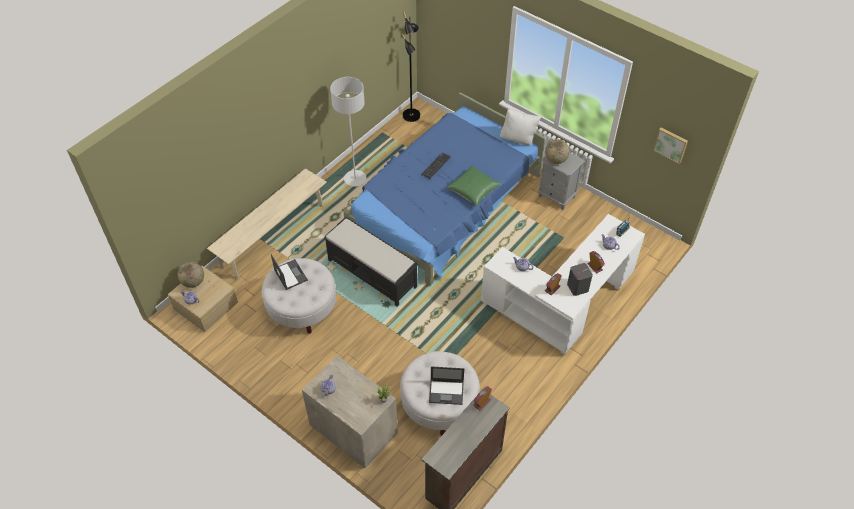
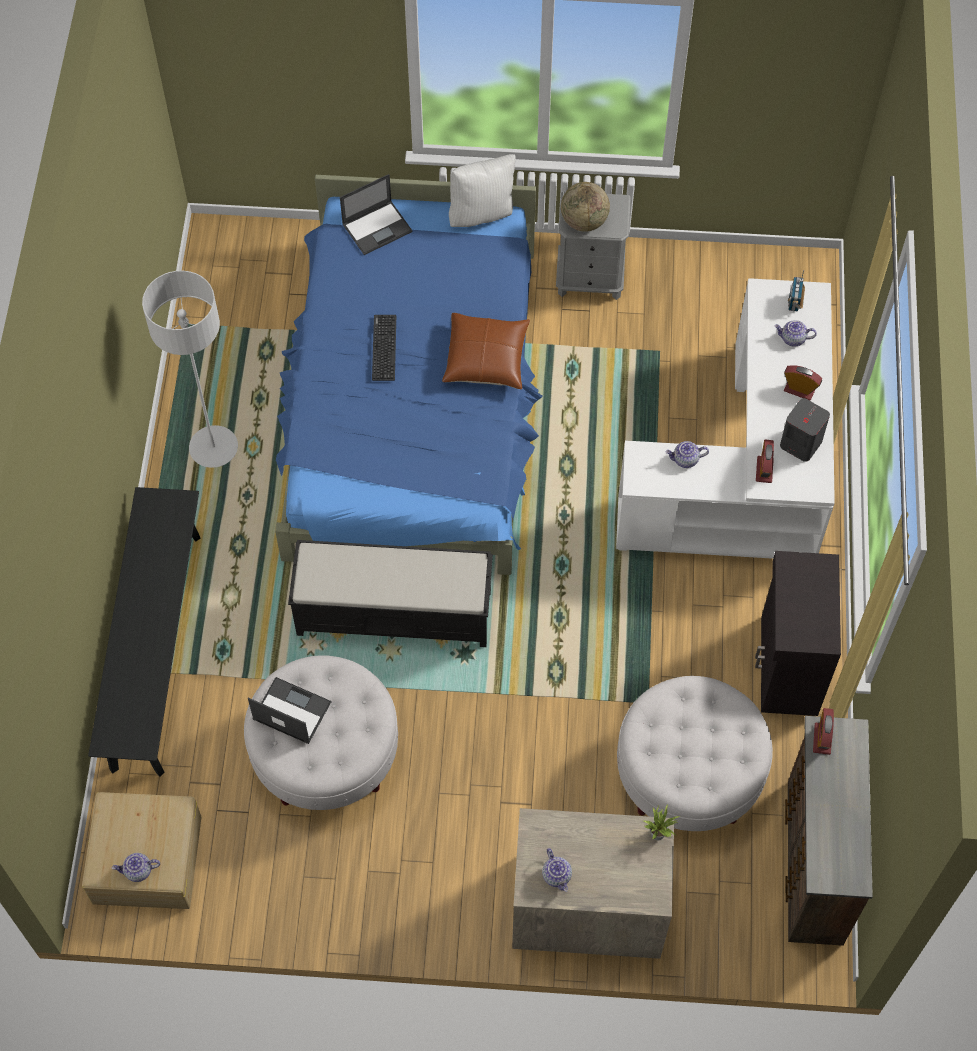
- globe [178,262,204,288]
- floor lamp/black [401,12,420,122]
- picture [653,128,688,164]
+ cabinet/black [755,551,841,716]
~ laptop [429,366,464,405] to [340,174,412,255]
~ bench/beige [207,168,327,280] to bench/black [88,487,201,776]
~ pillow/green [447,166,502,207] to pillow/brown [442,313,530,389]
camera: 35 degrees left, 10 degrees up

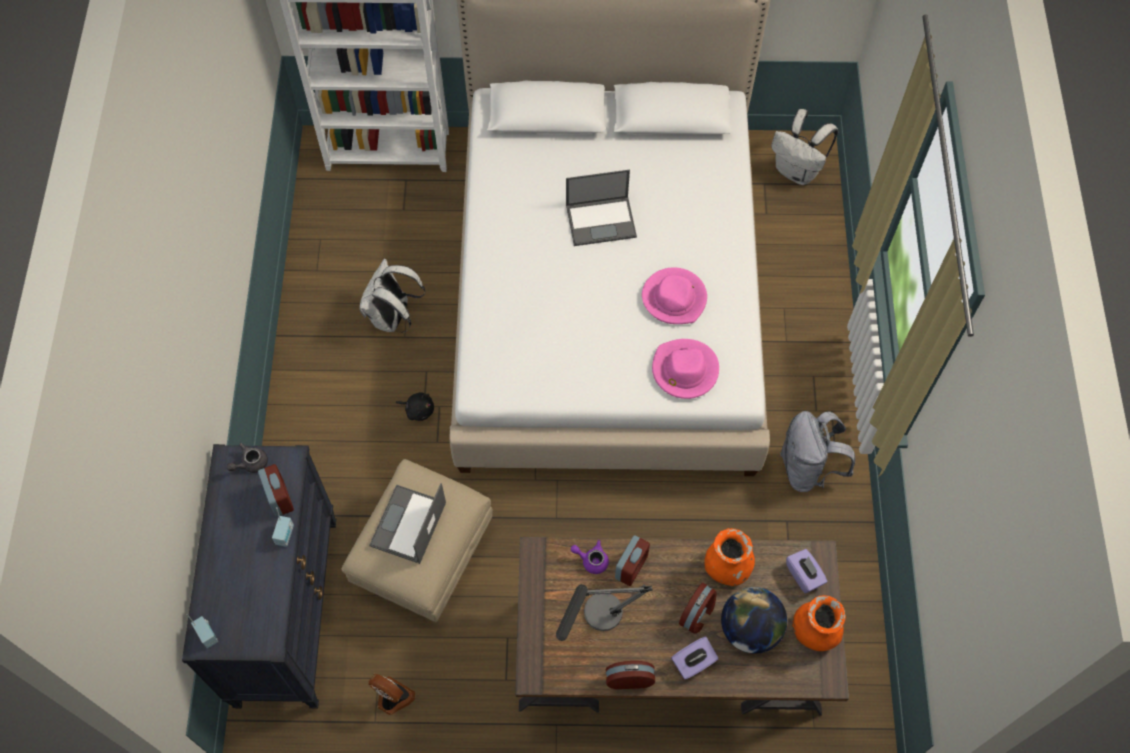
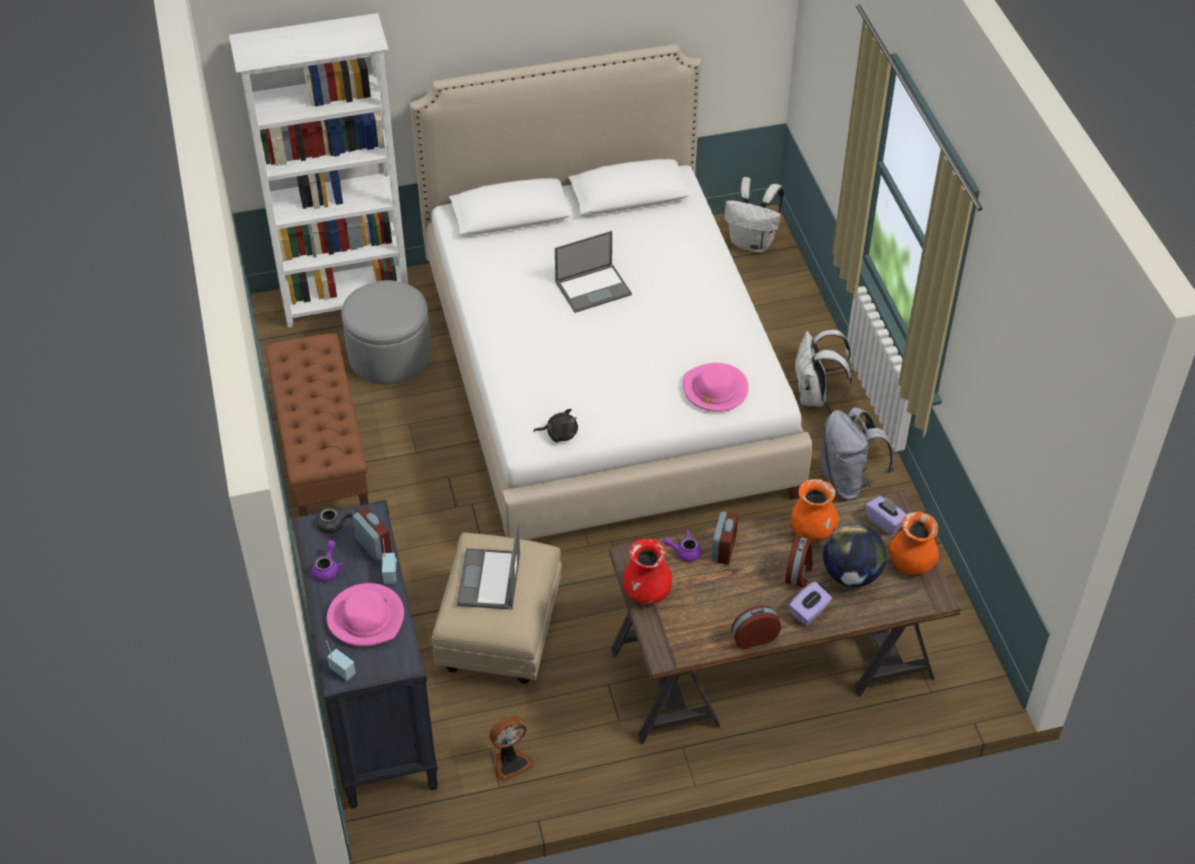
- table lamp [556,584,653,641]
+ bench/brown [265,333,369,516]
+ teapot/purple [312,540,344,582]
+ ottoman/grey [342,280,431,384]
+ vase/red [623,538,672,604]
~ backpack/white [360,259,426,332] to [794,329,852,407]
~ plush toy/black [395,392,434,421] to [534,409,578,442]
~ hat/pink [642,268,707,324] to [327,583,404,646]
~ teapot/grey [227,443,268,473] = [317,508,356,533] 135 degrees counterclockwise
~ fan [368,673,415,715] = [489,716,534,782] 135 degrees clockwise
camera: 15 degrees left, 15 degrees down

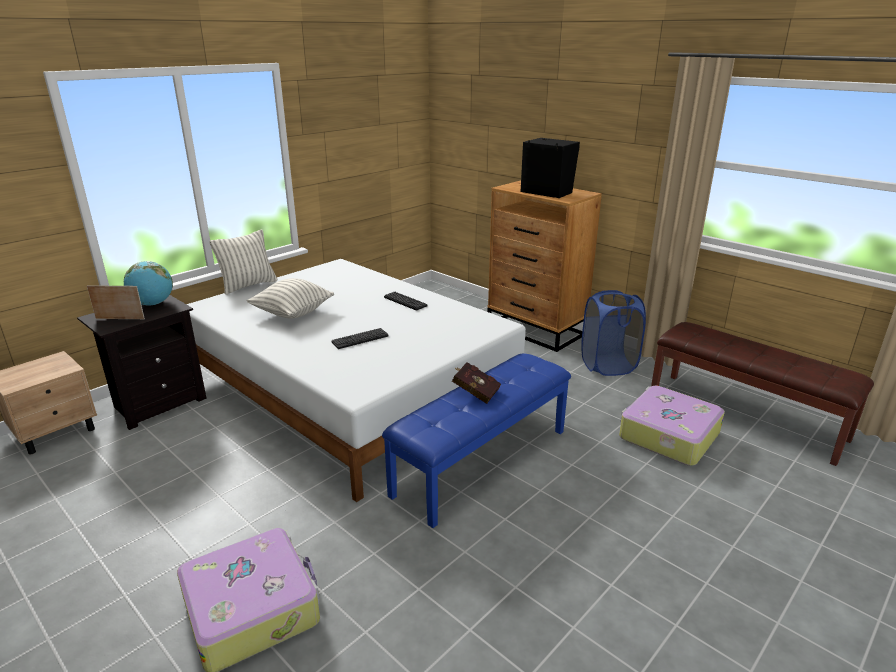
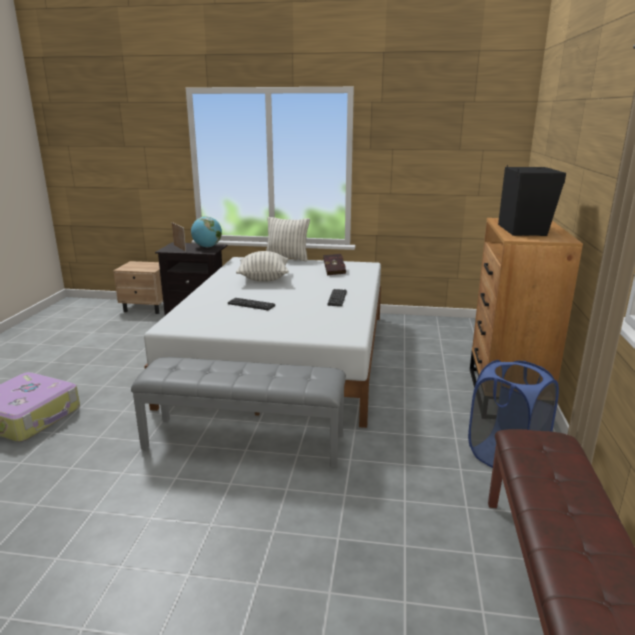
- suitcase [619,386,725,466]
~ book/red [452,362,501,404] to [323,254,346,275]
~ bench/blue [382,354,571,528] to bench/grey [131,357,346,467]
camera: 55 degrees right, 5 degrees down

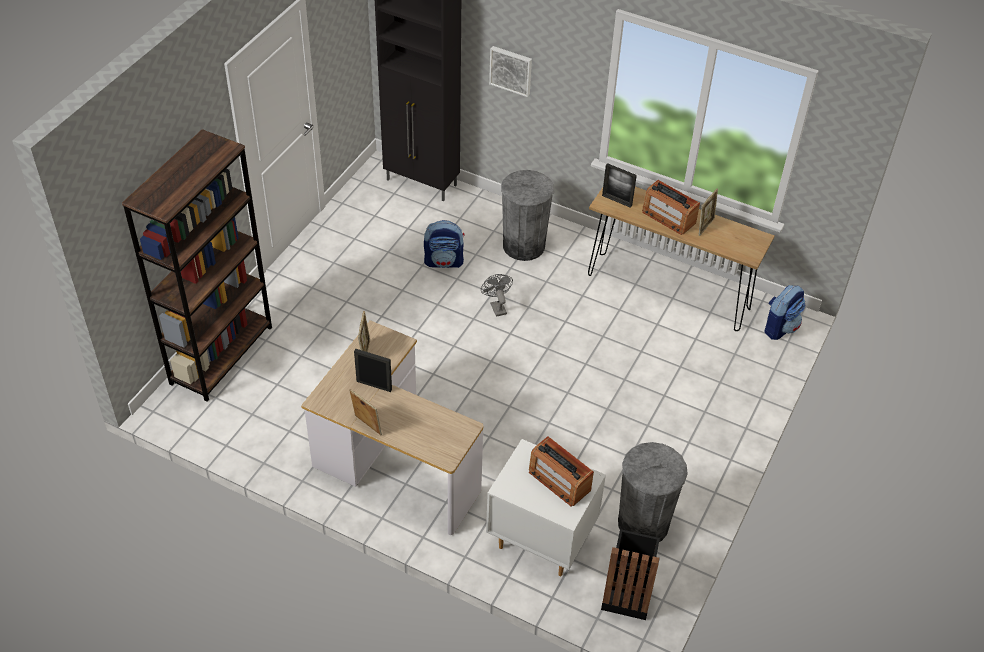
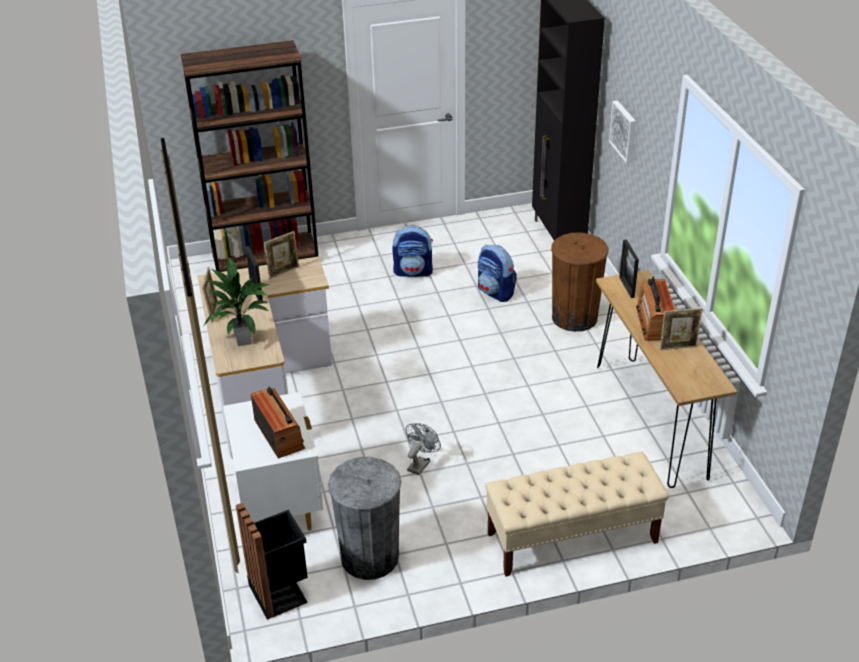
+ potted plant [203,257,270,346]
+ bench/beige [485,451,669,577]
~ fan/grey [481,274,513,317] to [405,424,441,475]
~ backpack [764,285,805,340] to [392,225,433,277]
~ trash can/grey [501,170,554,261] to trash can/brown [551,232,608,332]
~ radio [529,436,594,506] = [251,386,305,459] 150 degrees clockwise
camera: 50 degrees right, 10 degrees down

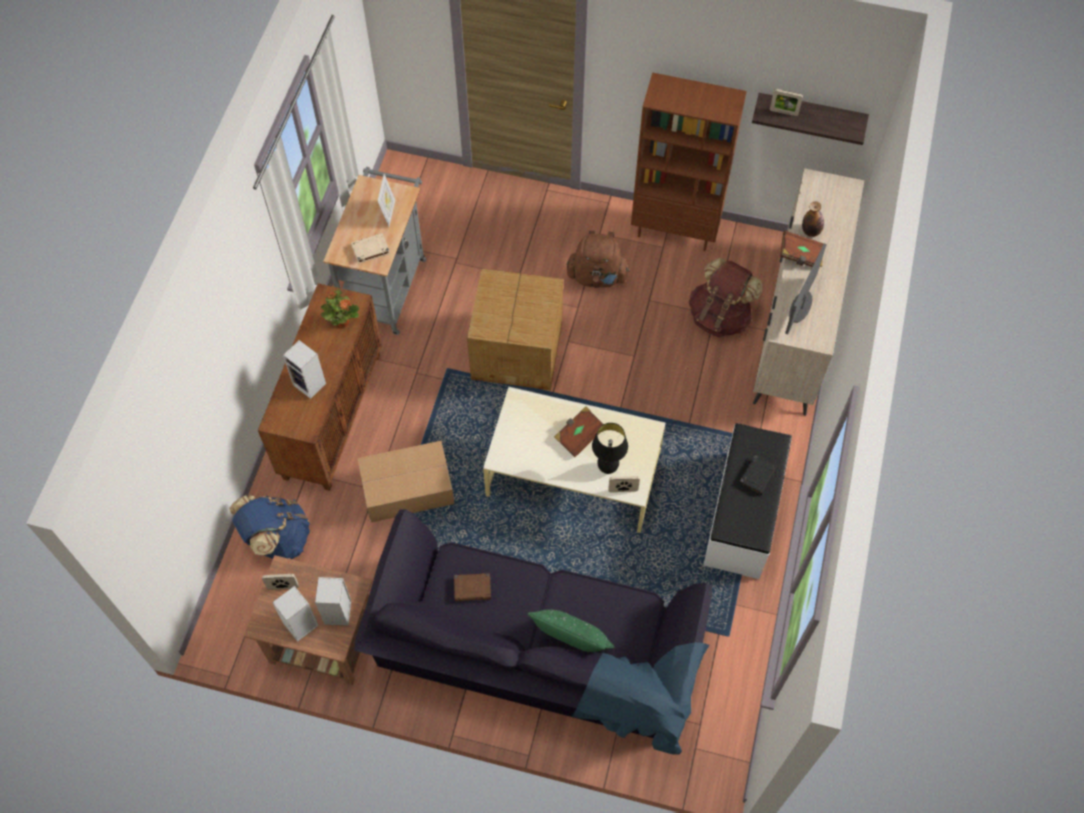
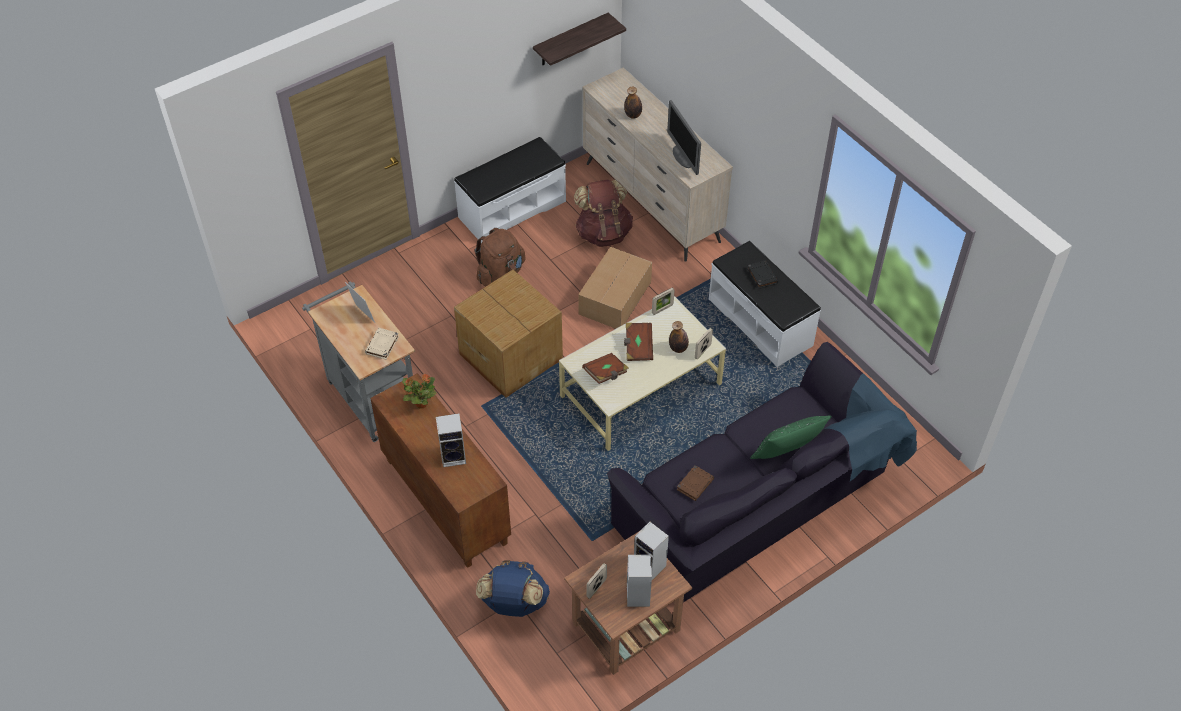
~ cardboard box [357,441,454,522] to [578,247,652,329]
~ picture frame [770,89,803,116] to [652,288,675,315]
~ book/brown [780,231,824,267] to [582,353,629,384]
~ table lamp/black [592,423,628,474] to bottle [669,321,689,353]
~ bookcase/brown [631,72,747,251] to bench/white [454,137,566,243]
camera: 50 degrees left, 10 degrees down

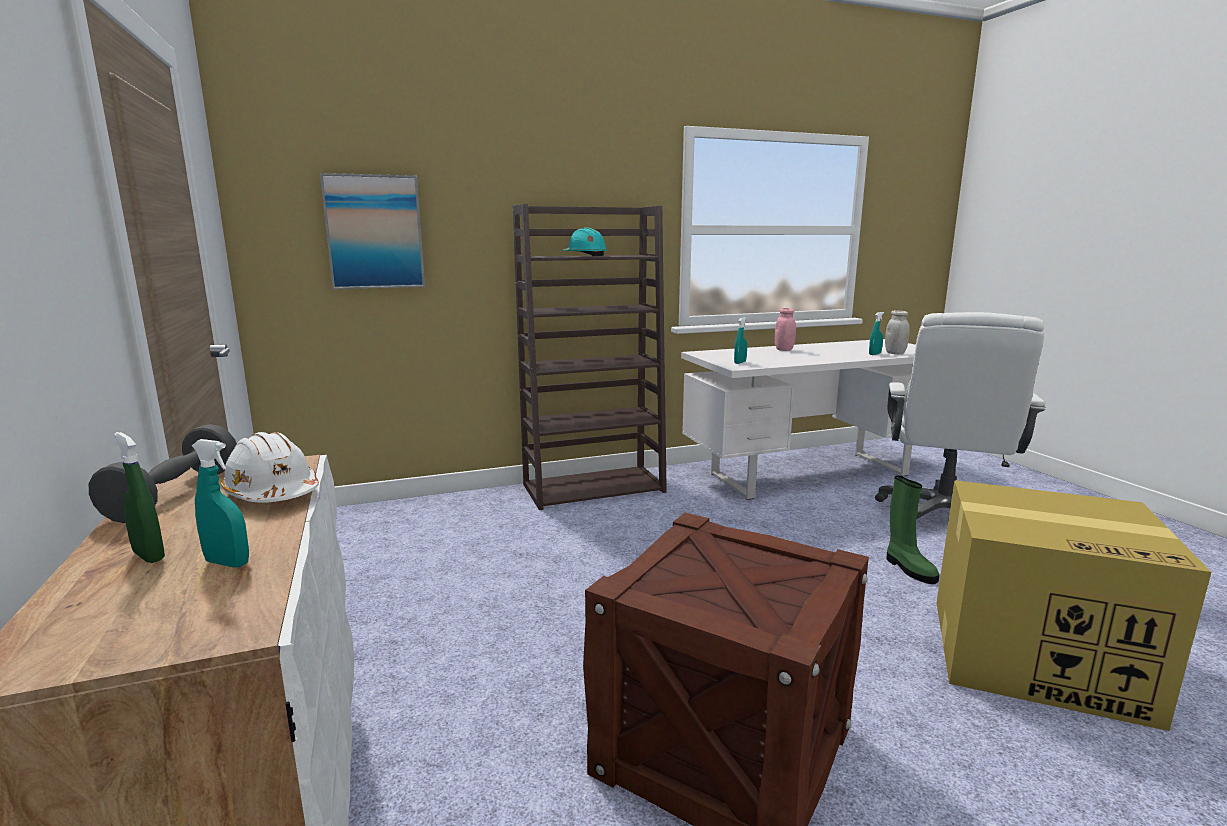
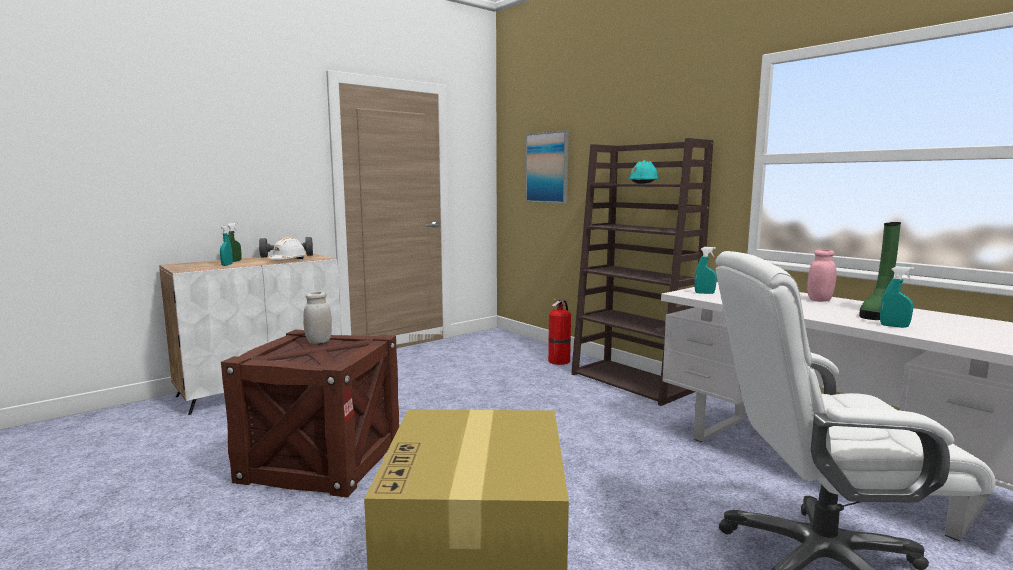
+ fire extinguisher [548,299,571,365]
~ jar/white [885,310,910,354] to [303,292,332,344]
~ boot/green [887,475,940,584] to [859,222,901,320]
camera: 70 degrees right, 5 degrees down

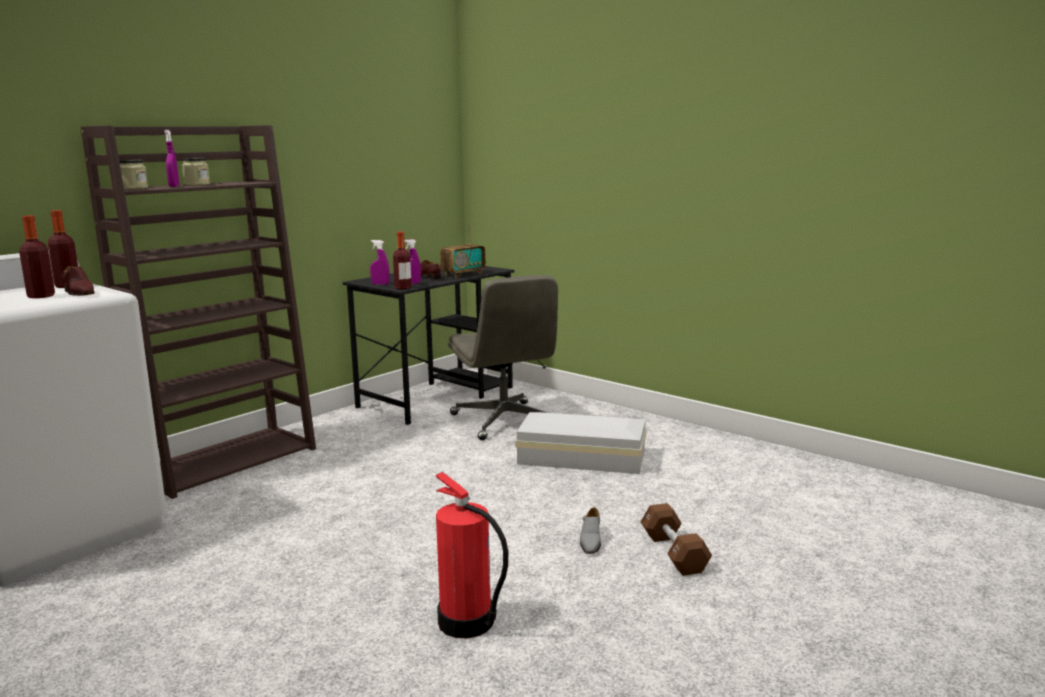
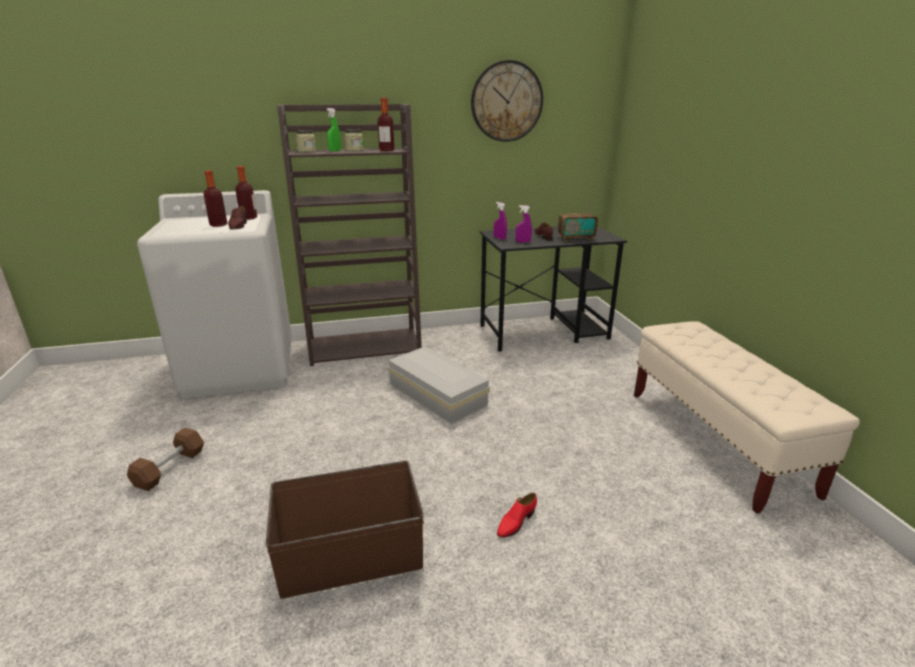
- office chair/grey [448,275,558,440]
+ wall clock [471,60,543,142]
+ bench/beige [634,321,860,514]
~ bottle [393,232,412,289] to [377,98,394,151]
~ storage box/white [515,412,647,474] to [388,347,490,424]
~ dumbbell/brown [641,503,712,576] to [127,427,204,491]
~ fire extinguisher [436,472,508,639] to storage box/brown [266,461,424,599]
~ spray bottle/purple [164,130,179,187] to spray bottle/green [326,108,341,152]
~ shoe/grey [580,507,601,554] to shoe/red [497,493,537,538]
camera: 35 degrees right, 10 degrees up

